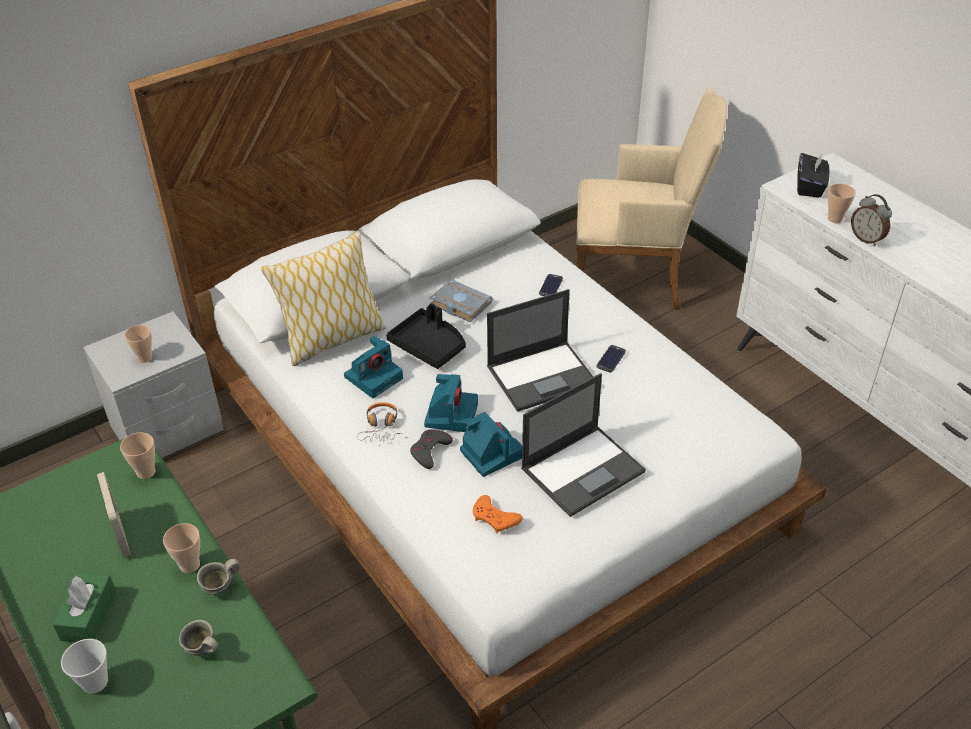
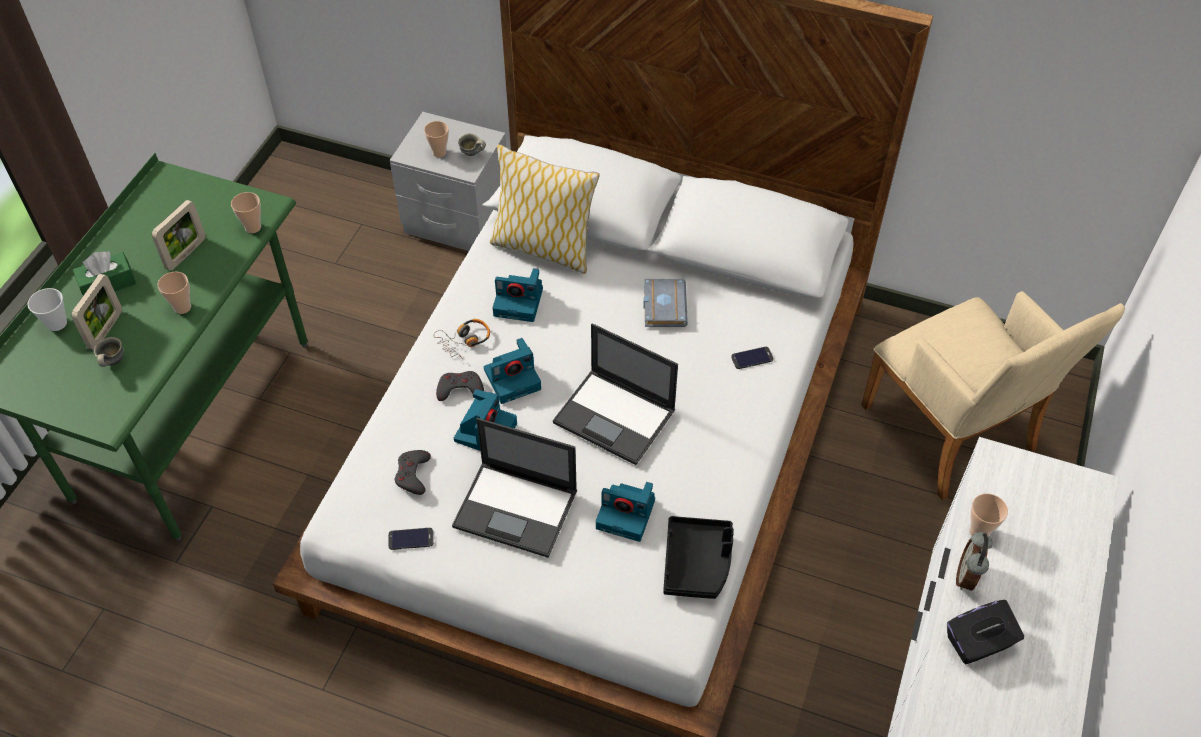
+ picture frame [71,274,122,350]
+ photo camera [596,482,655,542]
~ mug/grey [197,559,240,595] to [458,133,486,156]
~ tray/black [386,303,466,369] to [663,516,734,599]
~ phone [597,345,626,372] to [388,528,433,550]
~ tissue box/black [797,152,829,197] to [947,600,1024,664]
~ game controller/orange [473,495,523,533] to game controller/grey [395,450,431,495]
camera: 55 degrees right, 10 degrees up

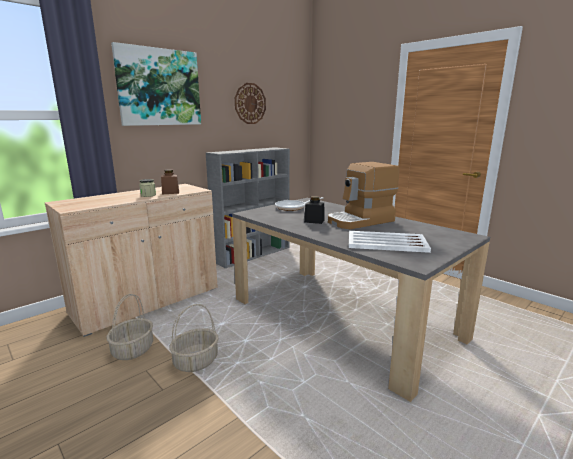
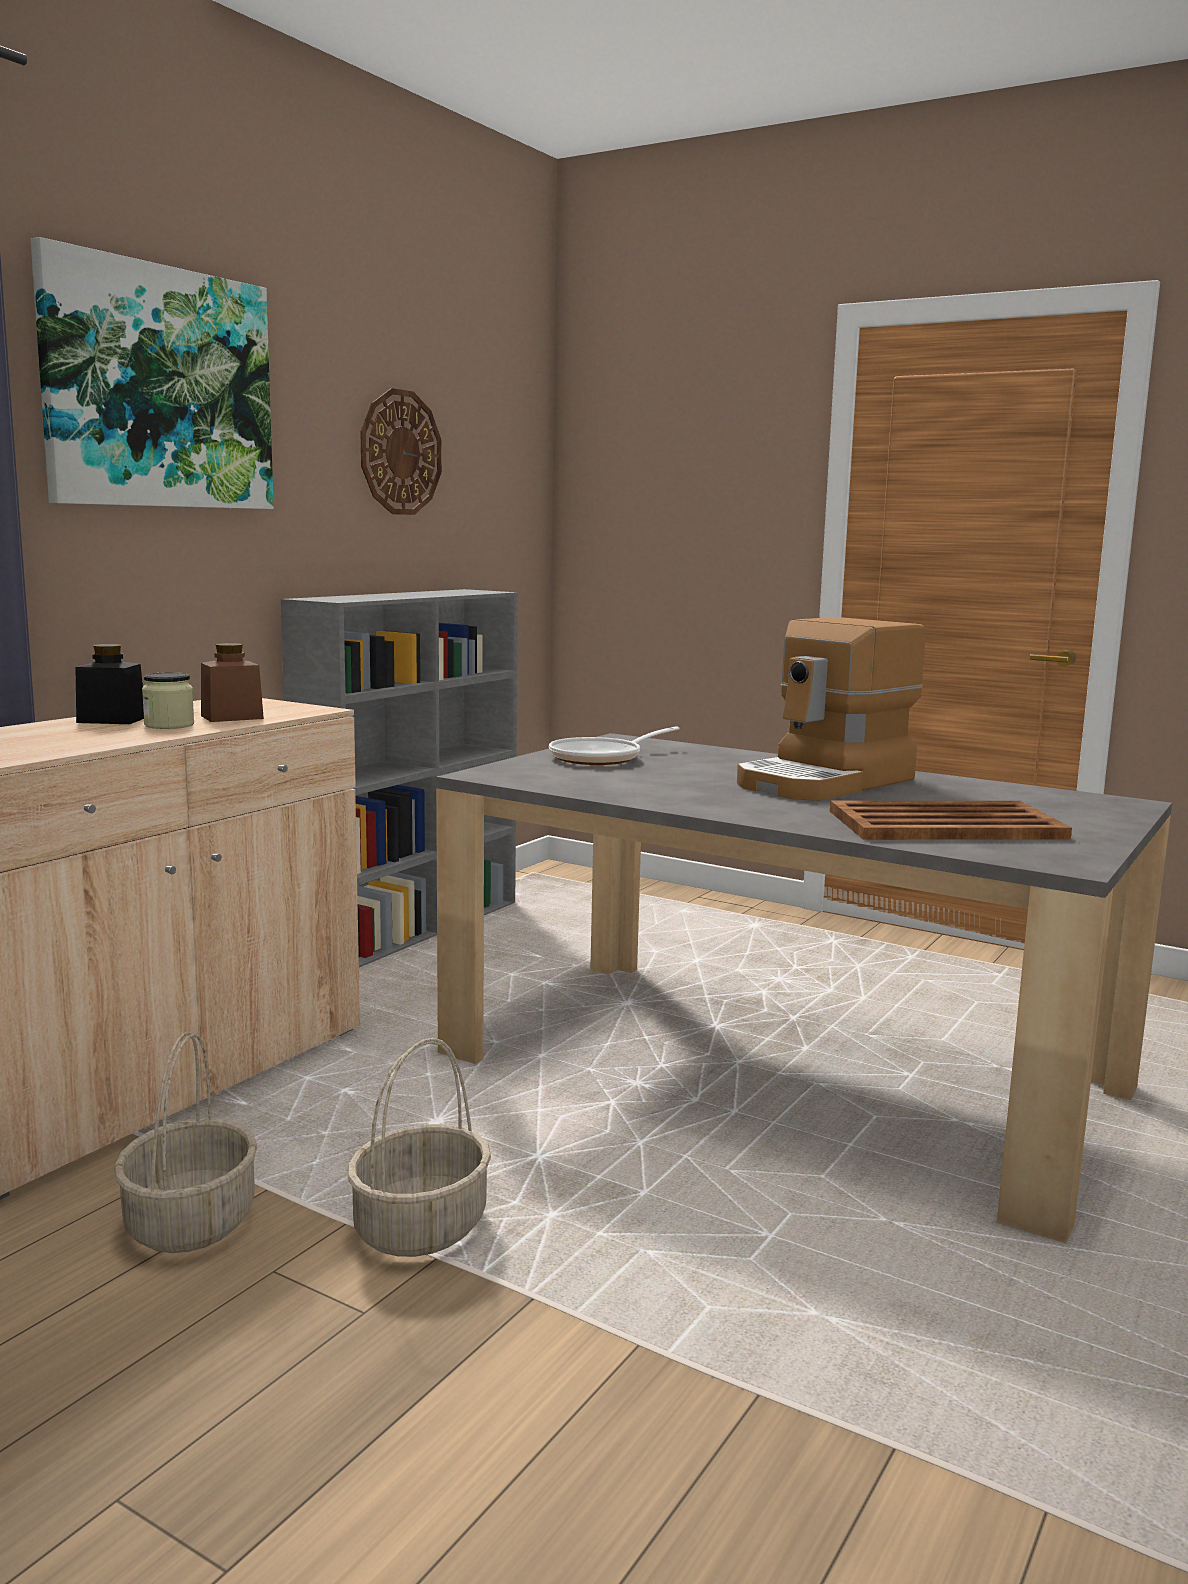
~ jar/black [304,196,325,224] to [76,644,144,724]
~ tray/white [349,231,431,253] to tray/brown [830,801,1072,840]
camera: 15 degrees left, 5 degrees down

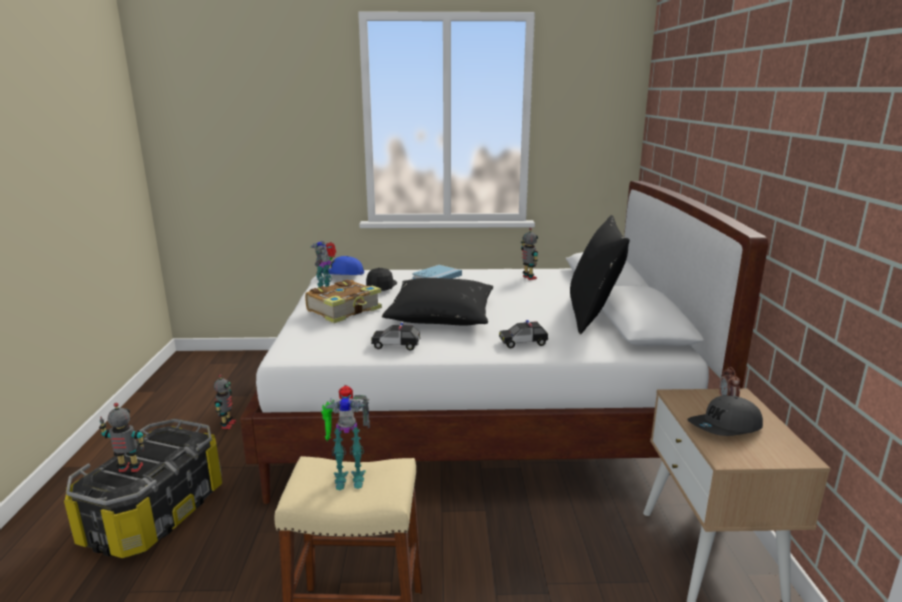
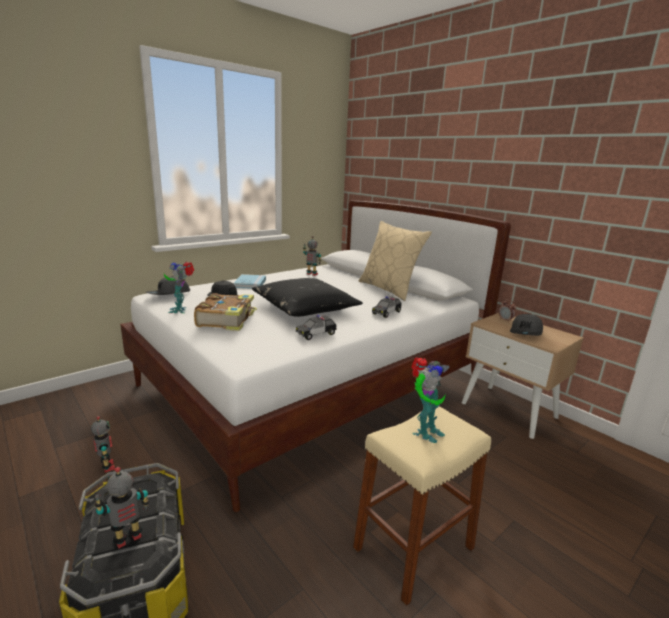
~ cap/blue [322,256,364,275] to cap/grey [146,276,190,295]
~ pillow/black [570,215,630,334] to pillow/beige [359,221,432,301]
camera: 40 degrees left, 0 degrees up

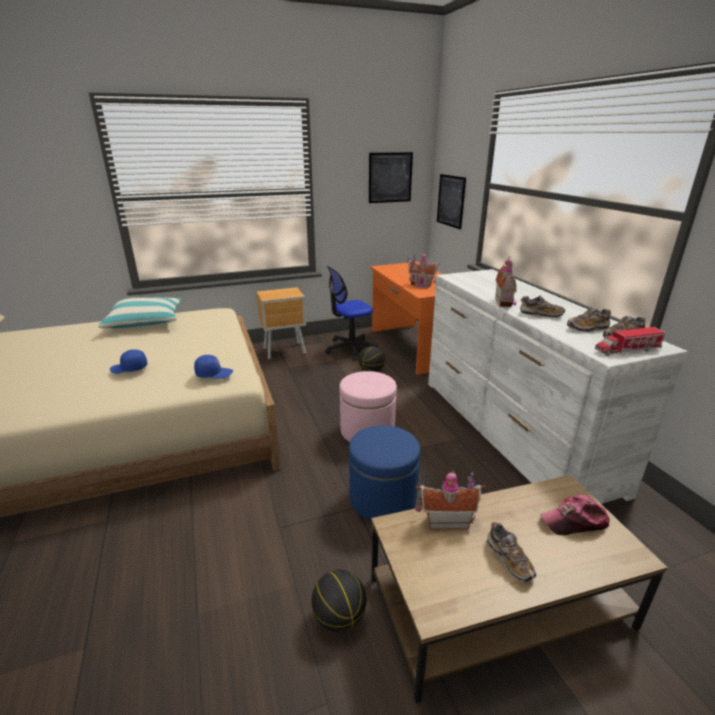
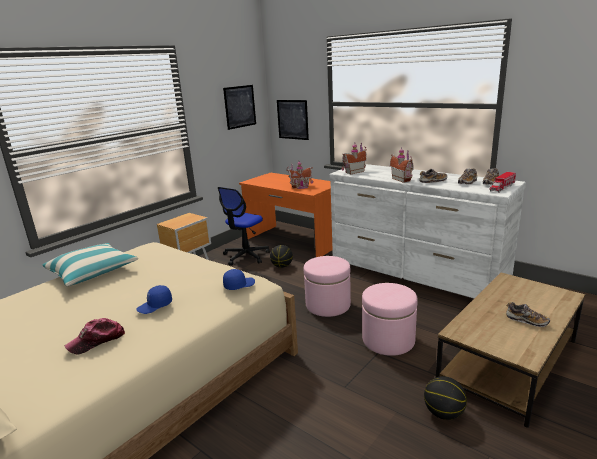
~ toy house [415,470,486,529] to [341,142,367,174]
~ cap [540,495,610,535] to [65,318,125,355]
~ ottoman/blue [349,425,420,521] to ottoman/pink [362,283,418,356]
camera: 30 degrees left, 5 degrees down

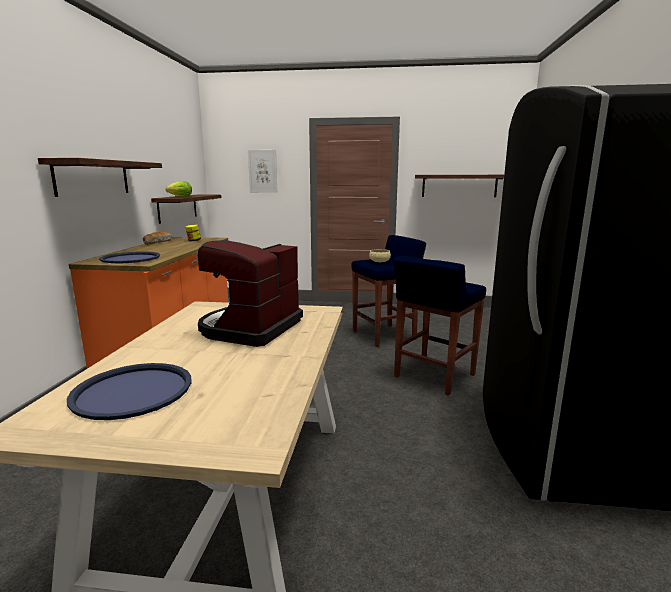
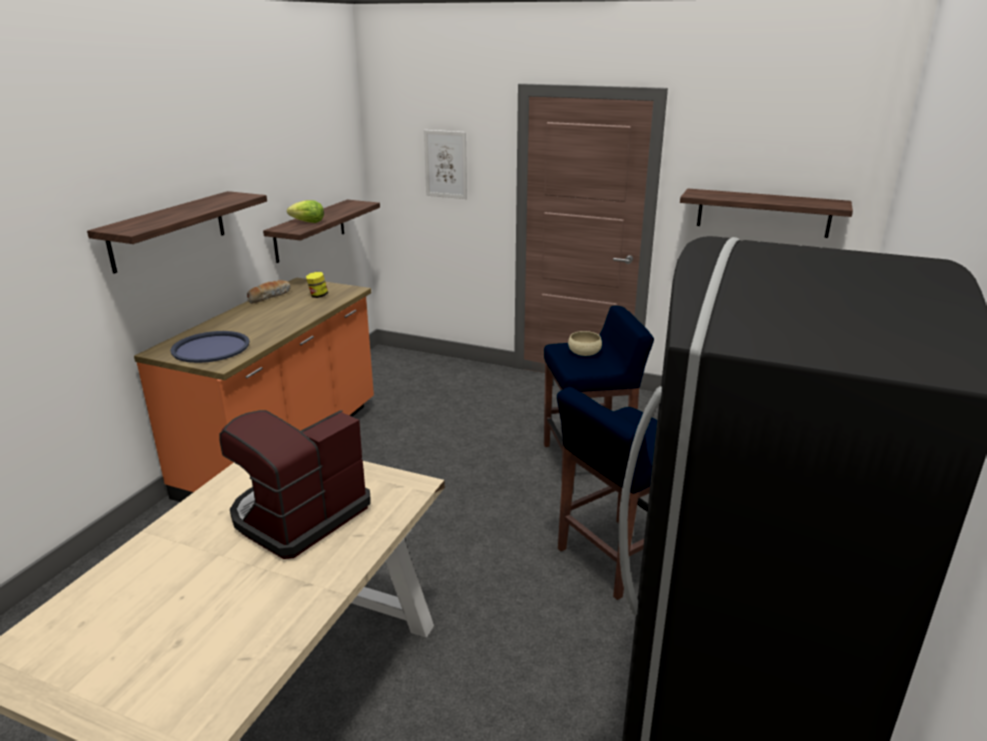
- tray/blue [67,363,191,420]
camera: 15 degrees right, 10 degrees up

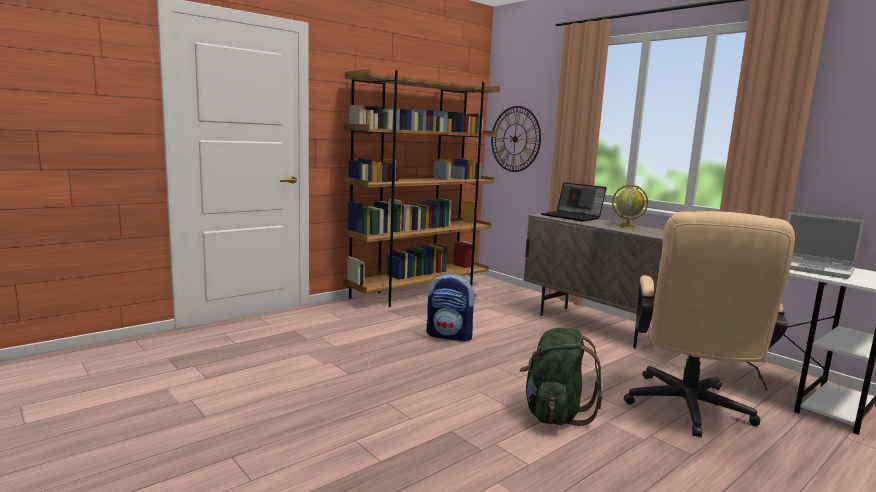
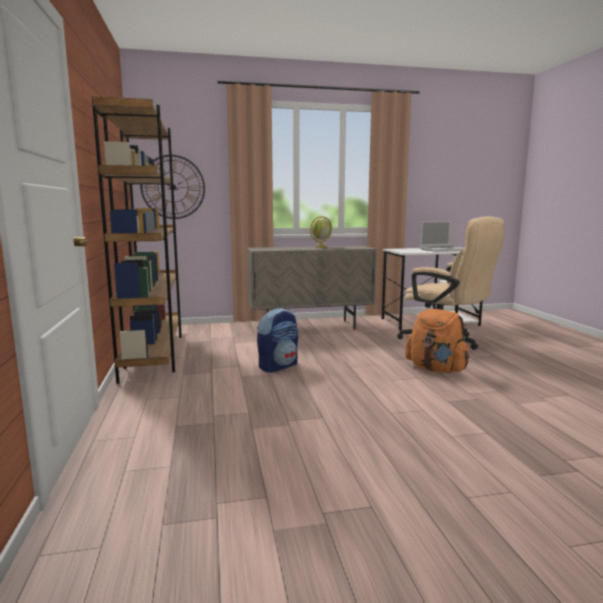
- laptop [541,182,607,221]
~ backpack/green [520,328,604,426] to backpack/orange [405,309,469,373]
camera: 60 degrees left, 0 degrees up

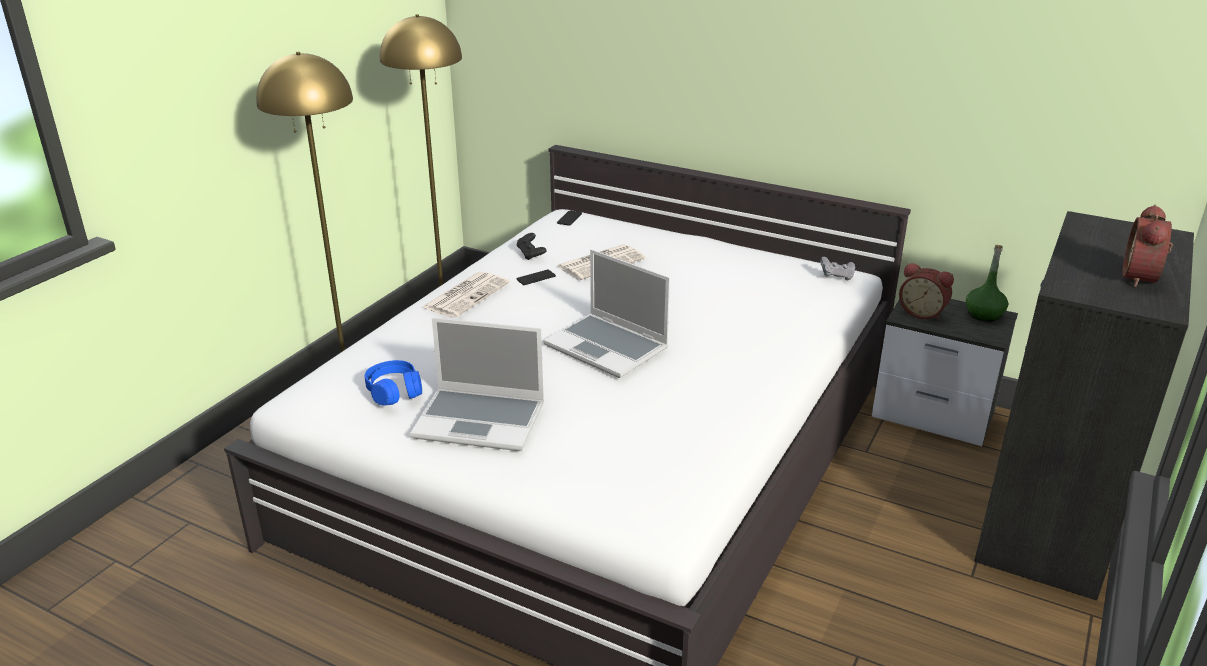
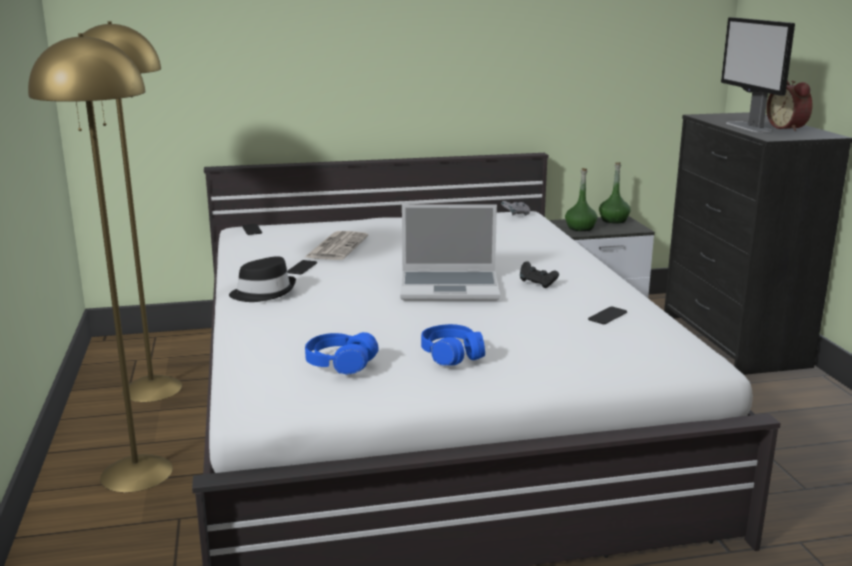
+ phone [588,306,627,324]
+ monitor [721,17,795,132]
~ game controller/black [517,233,547,260] to [520,261,559,288]
~ laptop [410,318,544,451] to headphones/blue [421,324,485,366]
~ newspaper [422,272,510,318] to hat/black [229,256,296,302]
~ alarm clock [899,263,954,320] to bottle/green [565,168,598,231]
camera: 40 degrees left, 10 degrees down

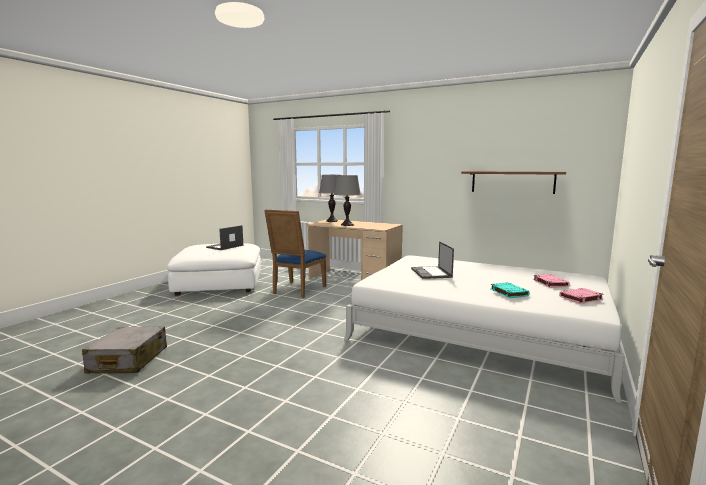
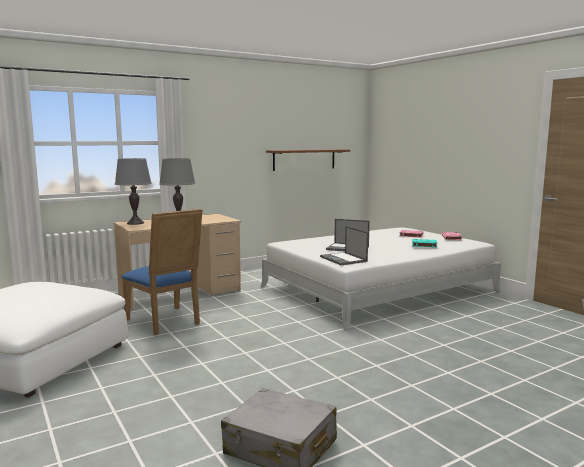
~ laptop [206,225,243,250] to [320,226,368,265]
camera: 60 degrees left, 0 degrees up

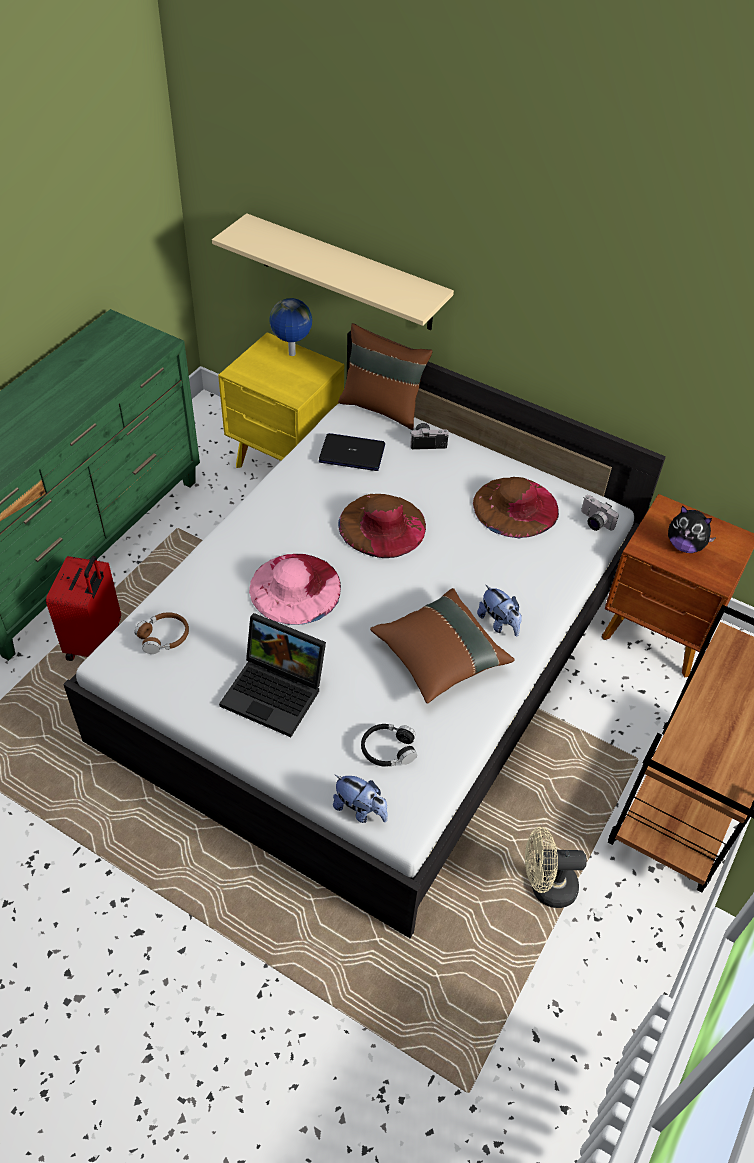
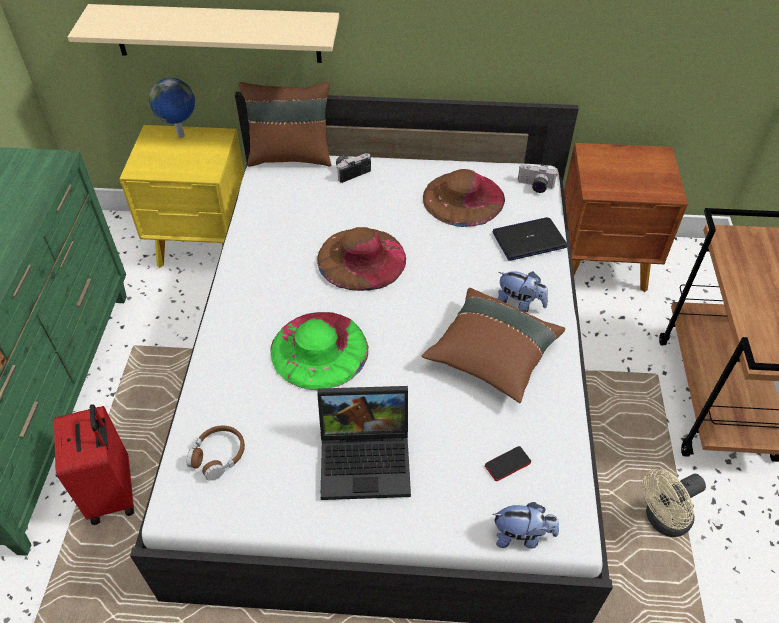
- plush toy [668,505,716,553]
~ laptop [319,433,385,471] to [493,217,568,261]
~ headphones/black [361,724,417,767] to phone [485,446,531,481]
~ hat/pink [249,554,341,625] to hat/green [270,312,369,390]
camera: 25 degrees left, 0 degrees up

